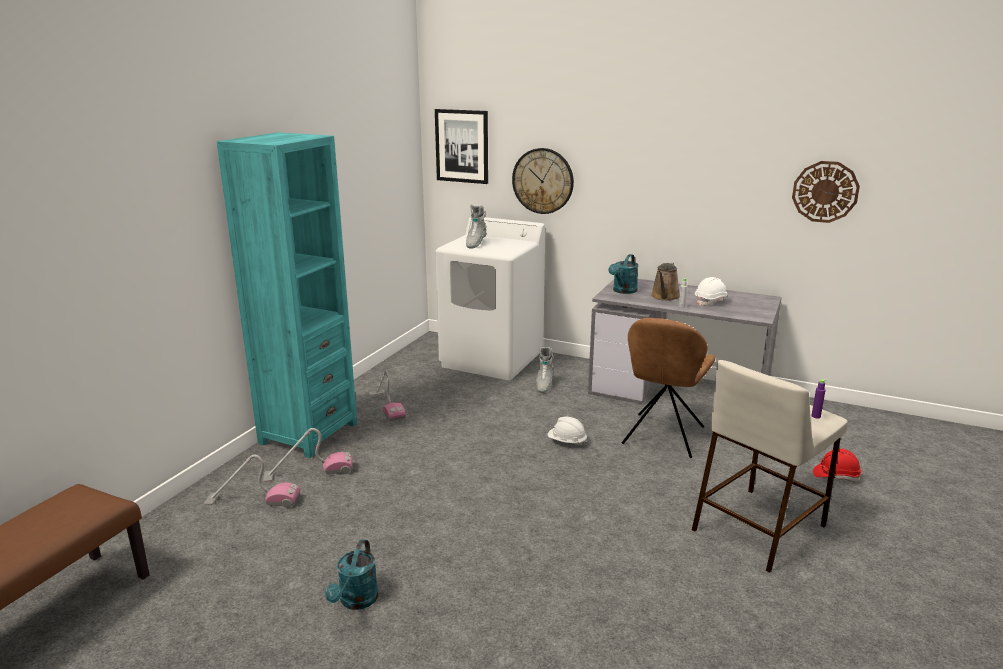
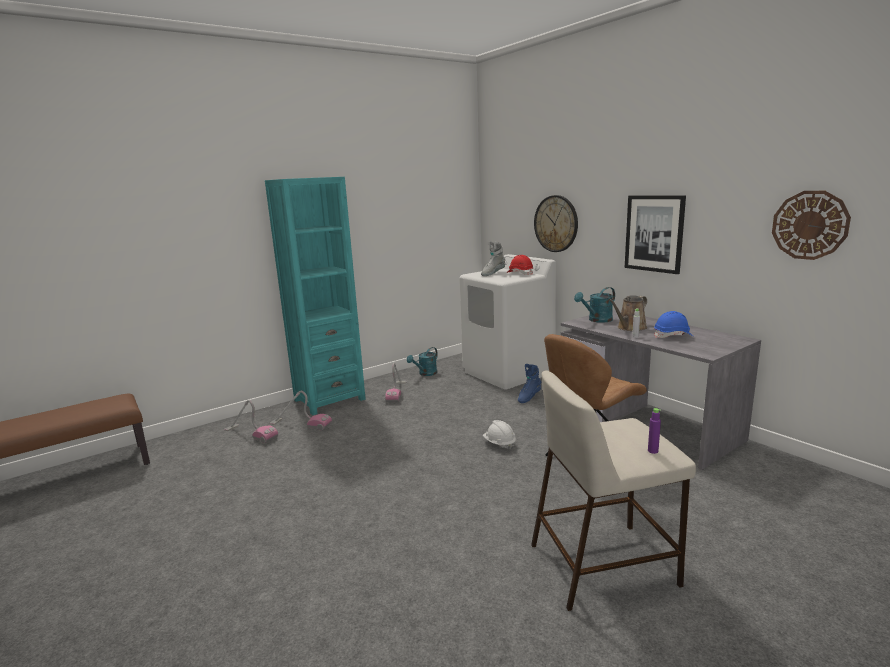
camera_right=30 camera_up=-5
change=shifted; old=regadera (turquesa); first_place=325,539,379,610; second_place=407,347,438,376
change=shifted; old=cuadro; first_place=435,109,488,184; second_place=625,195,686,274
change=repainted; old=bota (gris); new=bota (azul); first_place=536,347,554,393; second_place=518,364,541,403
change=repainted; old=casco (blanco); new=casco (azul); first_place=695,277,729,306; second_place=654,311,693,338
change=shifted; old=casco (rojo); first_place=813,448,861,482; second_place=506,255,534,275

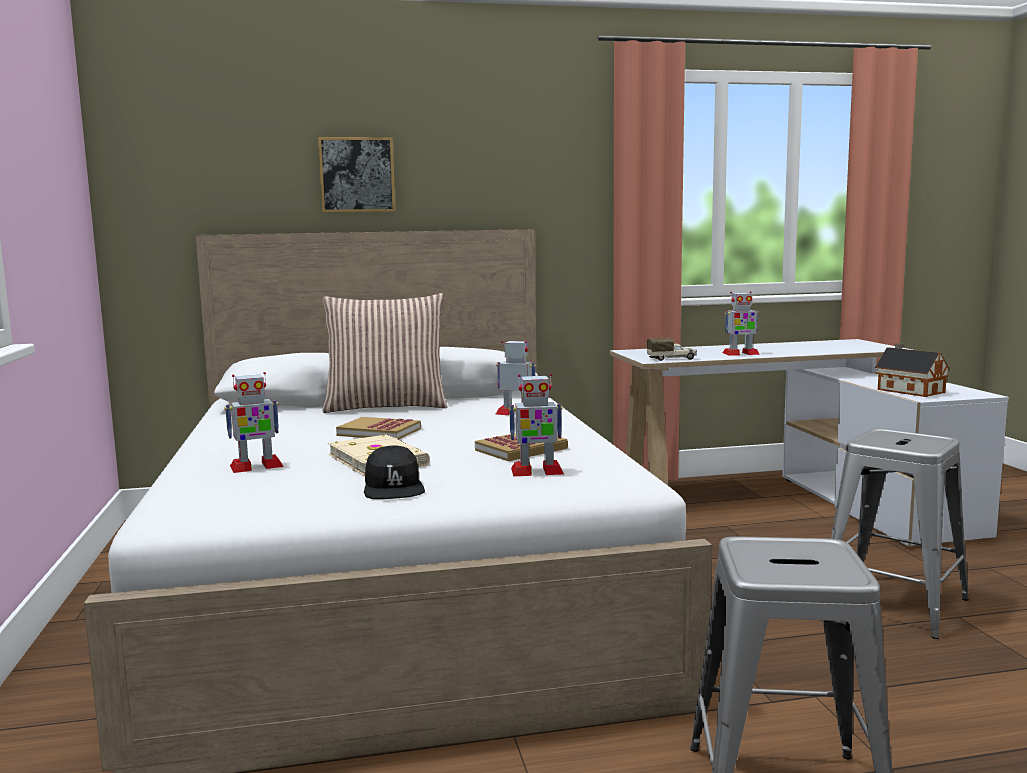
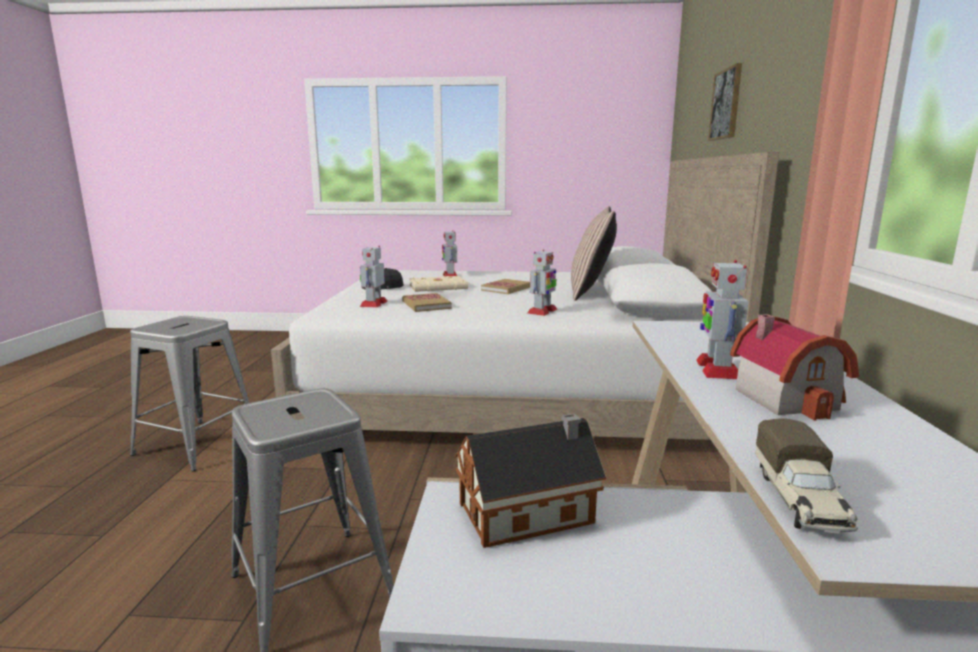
camera_right=105 camera_up=5
change=shifted; old=camión de juguete; first_place=647,338,697,361; second_place=755,418,858,534
change=new; new=casita; second_place=730,314,859,421

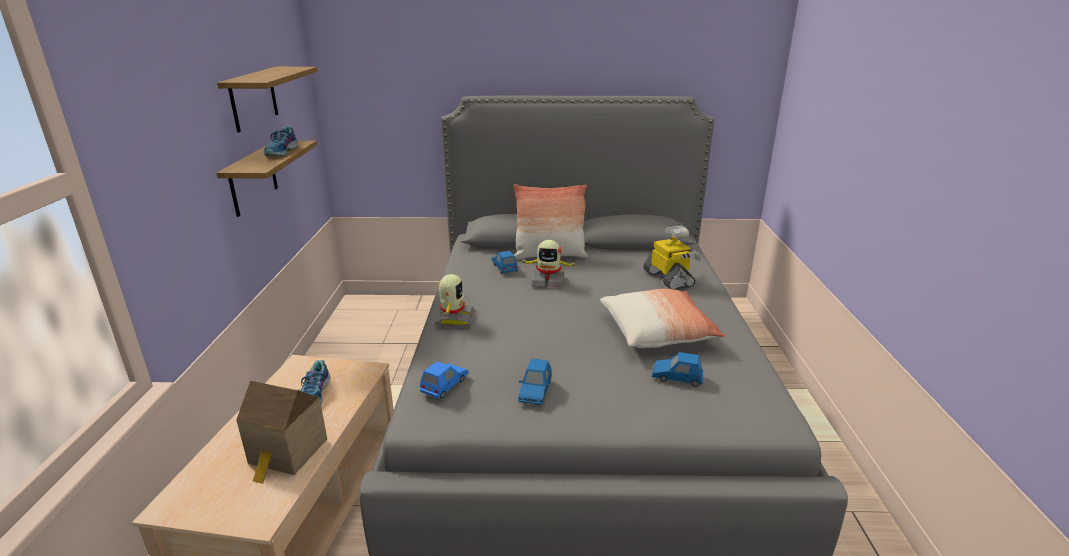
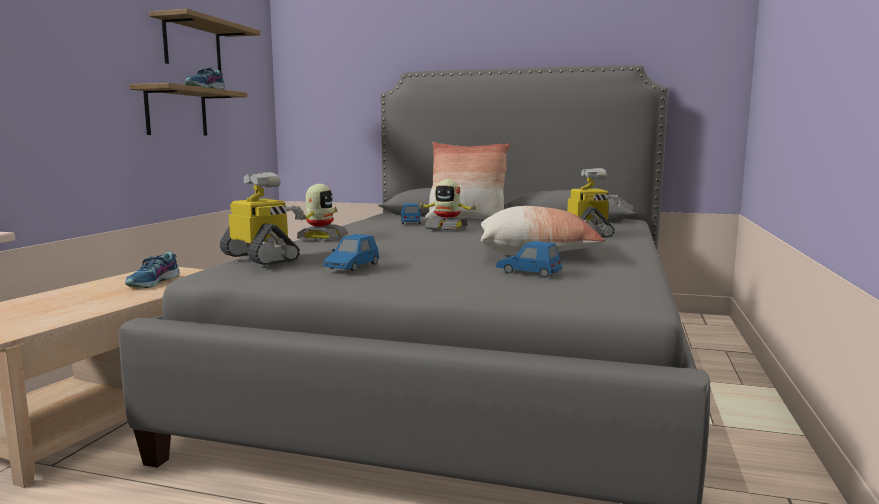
camera_right=15 camera_up=-15
change=gone; old=casita; first_place=236,381,327,484
change=swapped; old=coche de juguete (azul); new=robot de juguete; first_place=420,361,469,399; second_place=220,172,304,265

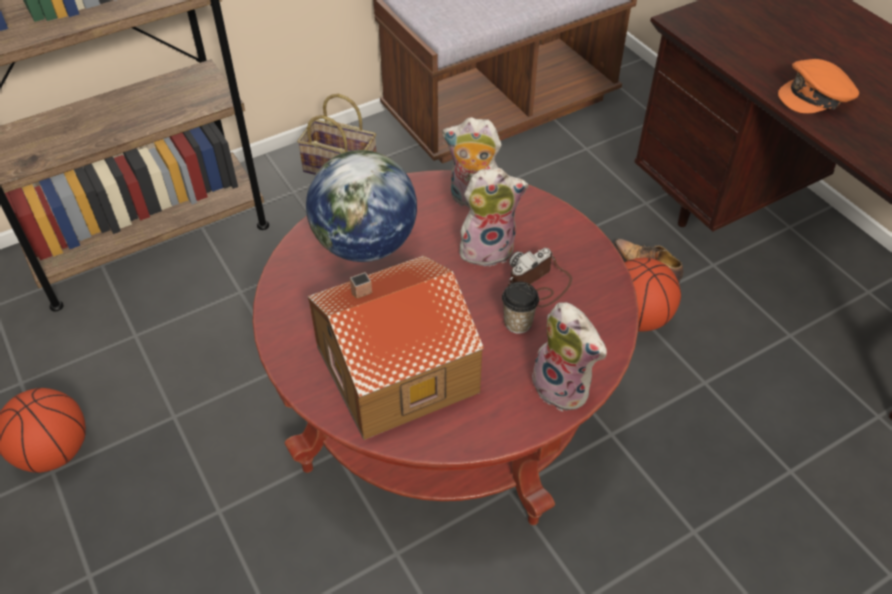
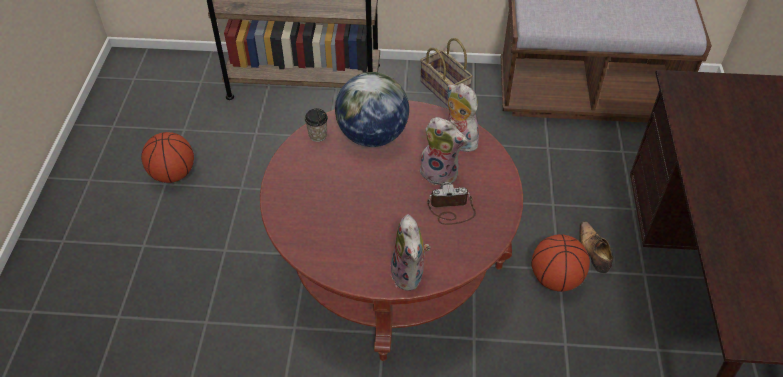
camera_right=35 camera_up=0
change=gone; old=casita; first_place=307,255,484,440
change=shifted; old=taza; first_place=502,282,539,334; second_place=305,108,328,142
change=gone; old=gorra (naranja); first_place=778,59,859,113

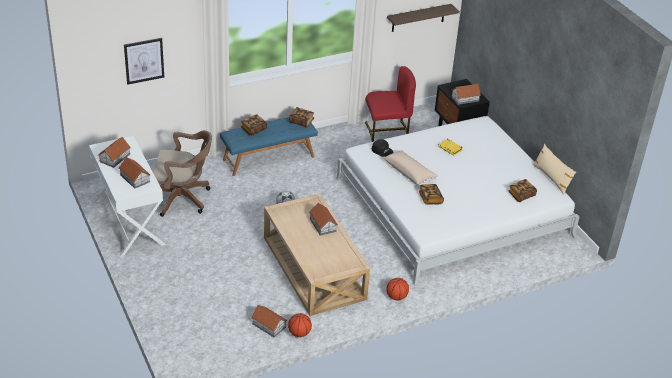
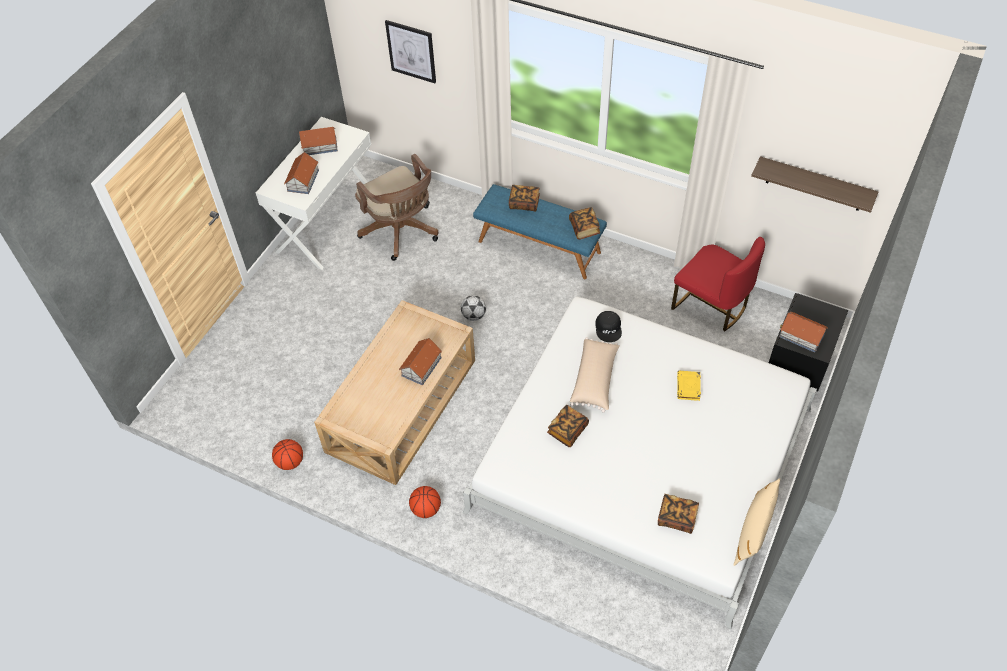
camera_right=55 camera_up=15
change=gone; old=casita; first_place=251,305,287,337

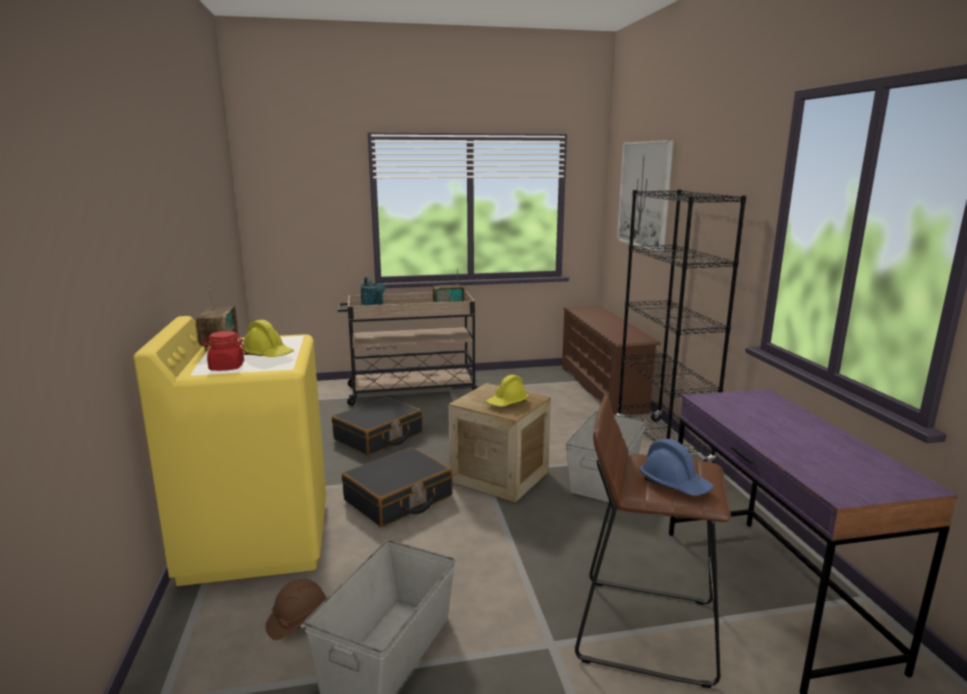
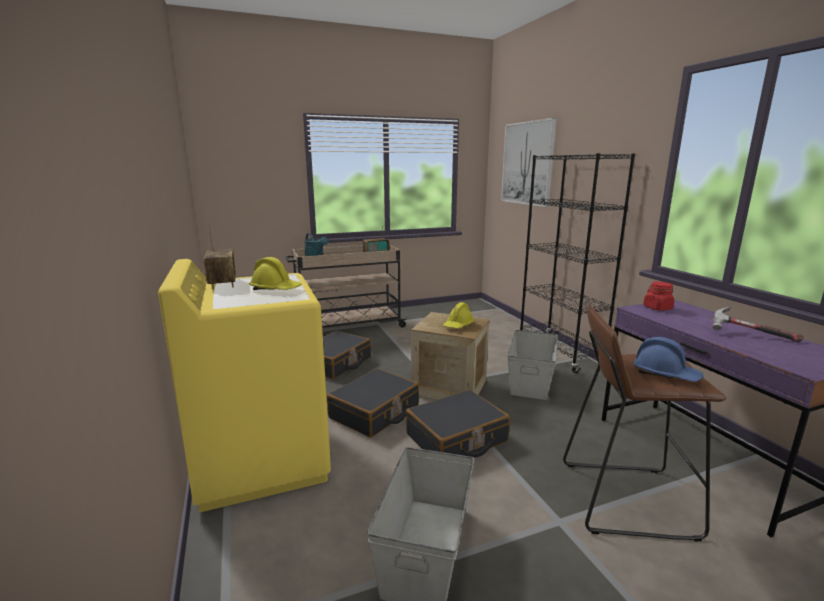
camera_right=-10 camera_up=0
change=shifted; old=tarro (rojo); first_place=202,331,246,371; second_place=643,281,674,311
change=gone; old=casco (marrón); first_place=265,579,327,640
change=gone; old=zapatero (marrón); first_place=562,306,661,415
change=new; new=maleta (negro); second_place=406,390,510,458
change=new; new=martillo; second_place=712,307,804,343

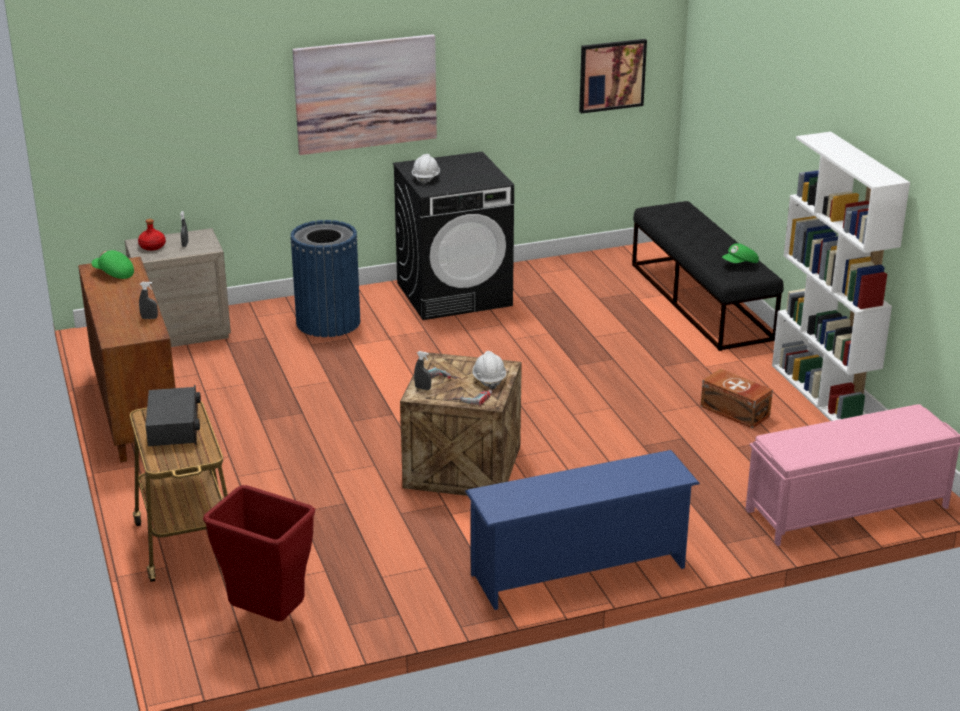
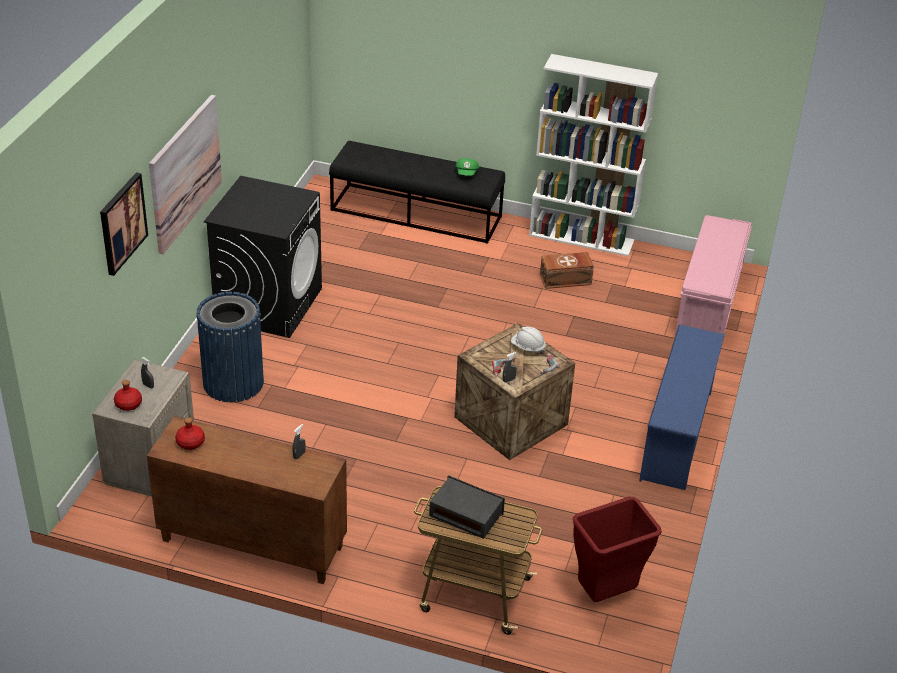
camera_right=-55 camera_up=10
change=swapped; old=gorra (verde); new=botella (rojo); first_place=91,250,134,279; second_place=175,417,205,450
change=gone; old=casco (blanco); first_place=412,154,440,185
change=shifted; old=cuadro; first_place=579,39,647,114; second_place=100,172,148,276

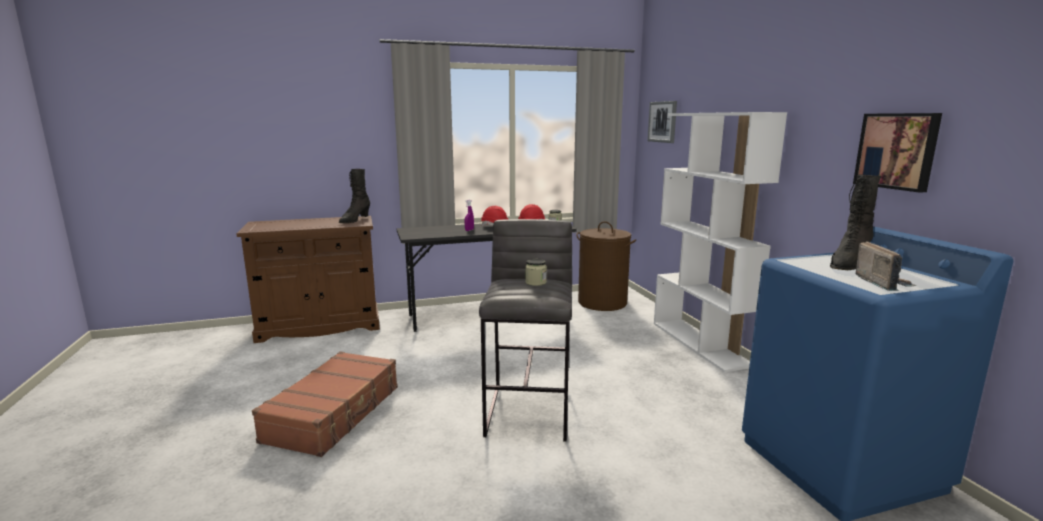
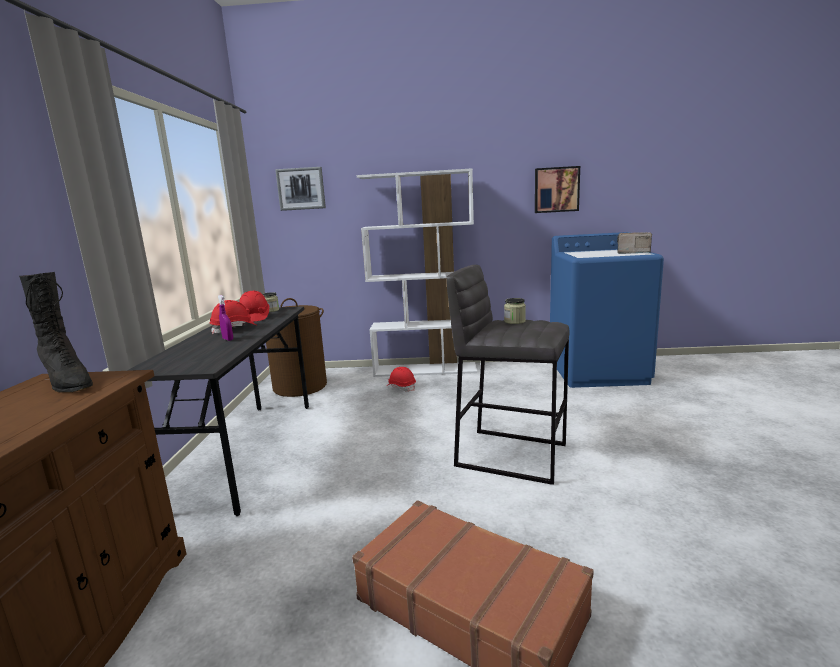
camera_right=-70 camera_up=0
change=gone; old=bota (negro); first_place=830,174,881,270
change=new; new=casco (rojo); second_place=388,367,416,392

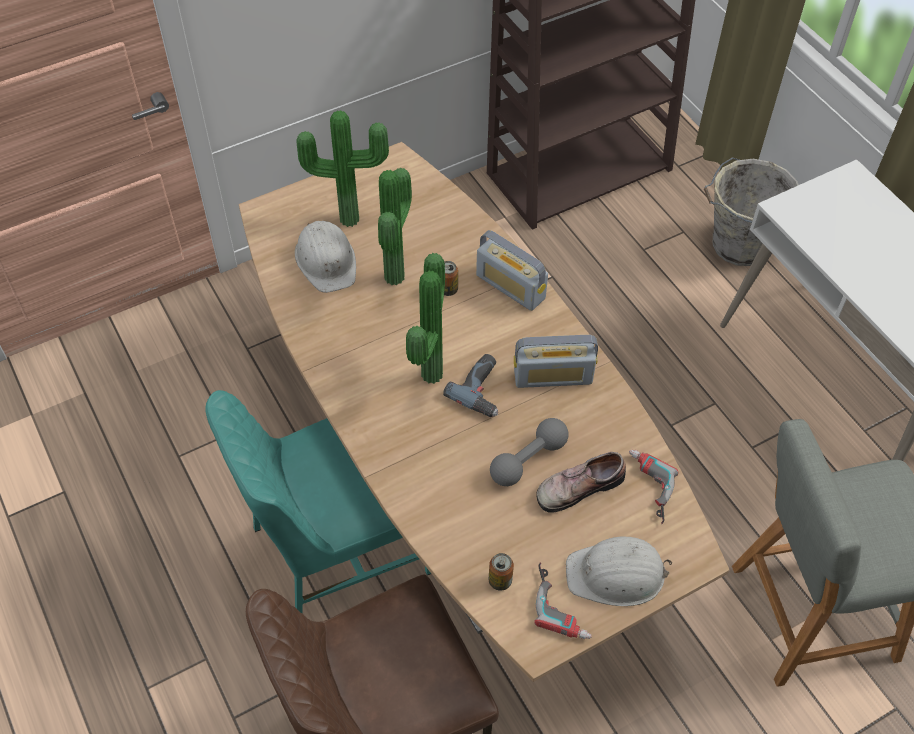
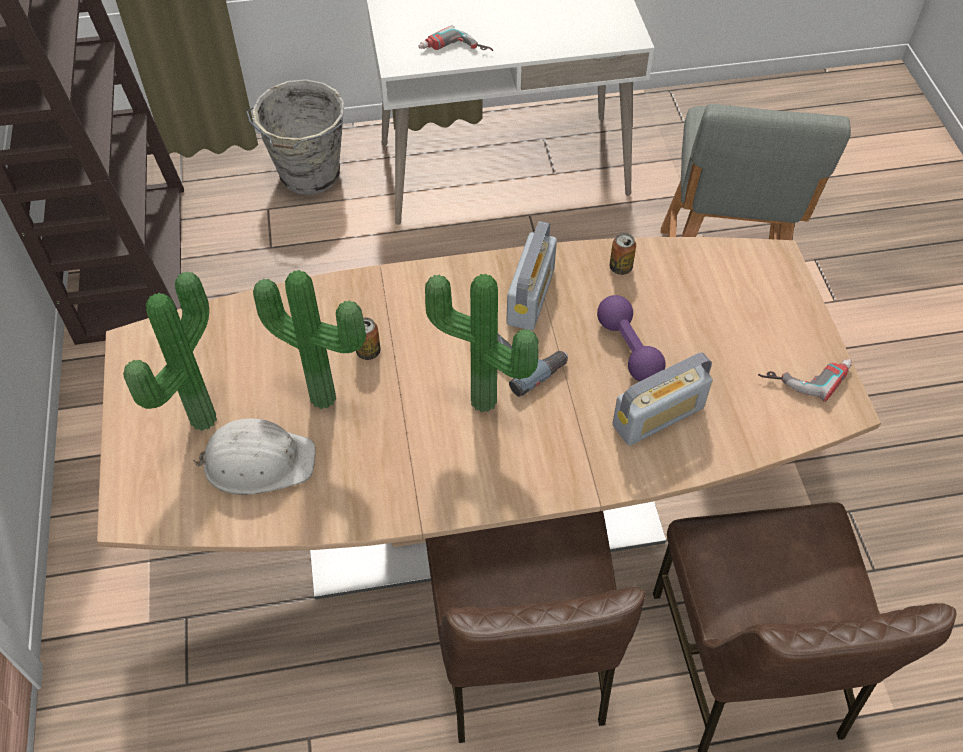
camera_right=-70 camera_up=0
change=repainted; old=silla (turquesa); new=silla (marrón); first_place=205,390,431,614; second_place=426,511,645,743
change=shifted; old=radio; first_place=476,230,548,311; second_place=612,352,713,446
change=shifted; old=lata; first_place=489,553,514,591; second_place=610,233,636,275
change=repainted; old=mancuerna (gris); new=mancuerna (morado); first_place=490,418,569,486; second_place=597,295,665,382
change=gone; old=zapato; first_place=536,452,626,513
change=gone; old=casco (blanco); first_place=566,536,672,606
change=shifted; old=taladro; first_place=629,450,678,524; second_place=419,25,493,51

